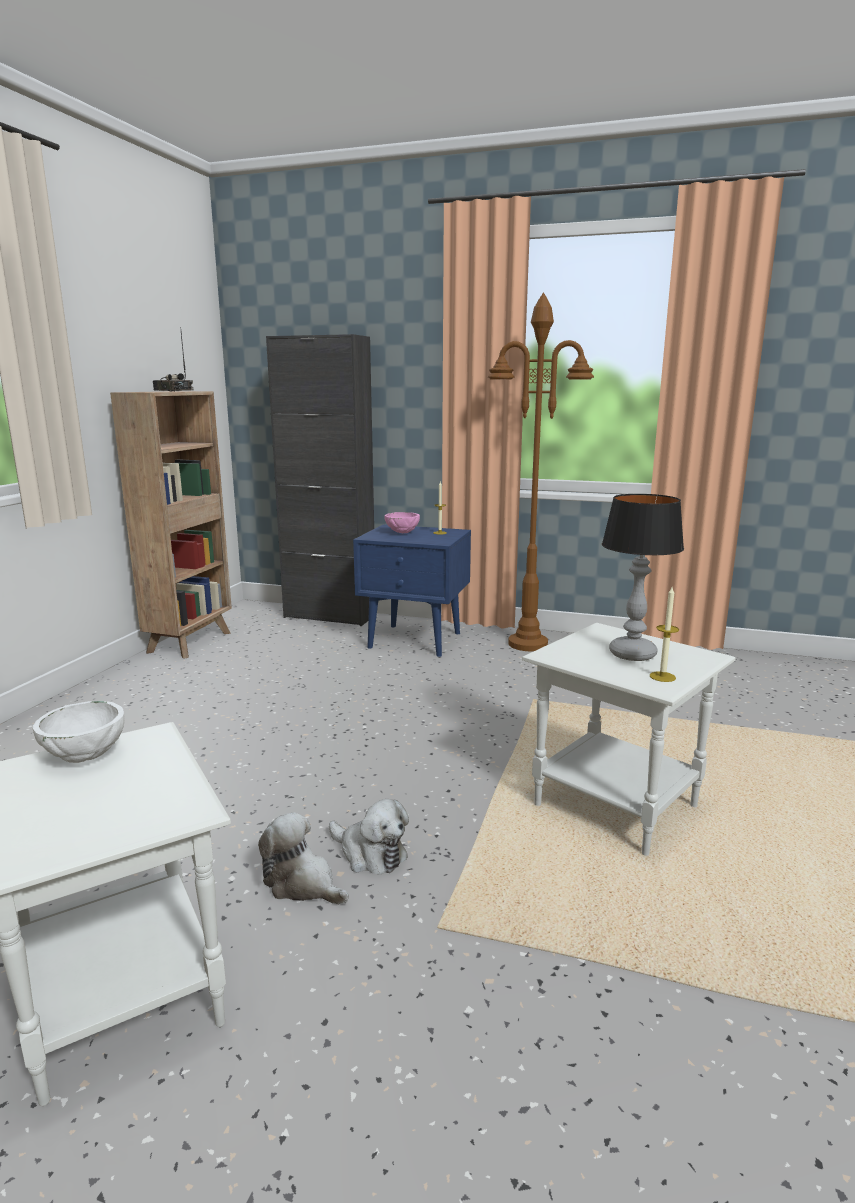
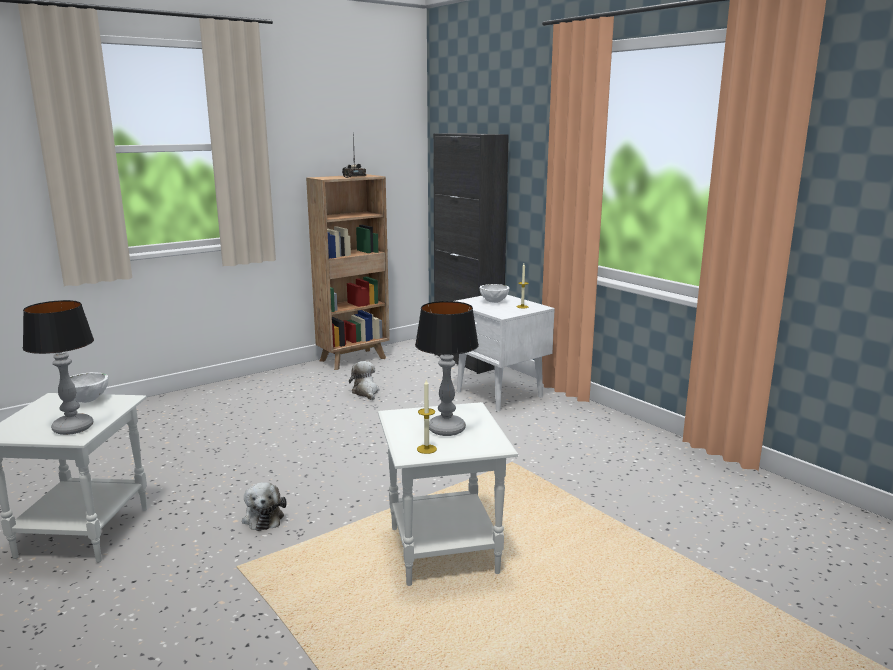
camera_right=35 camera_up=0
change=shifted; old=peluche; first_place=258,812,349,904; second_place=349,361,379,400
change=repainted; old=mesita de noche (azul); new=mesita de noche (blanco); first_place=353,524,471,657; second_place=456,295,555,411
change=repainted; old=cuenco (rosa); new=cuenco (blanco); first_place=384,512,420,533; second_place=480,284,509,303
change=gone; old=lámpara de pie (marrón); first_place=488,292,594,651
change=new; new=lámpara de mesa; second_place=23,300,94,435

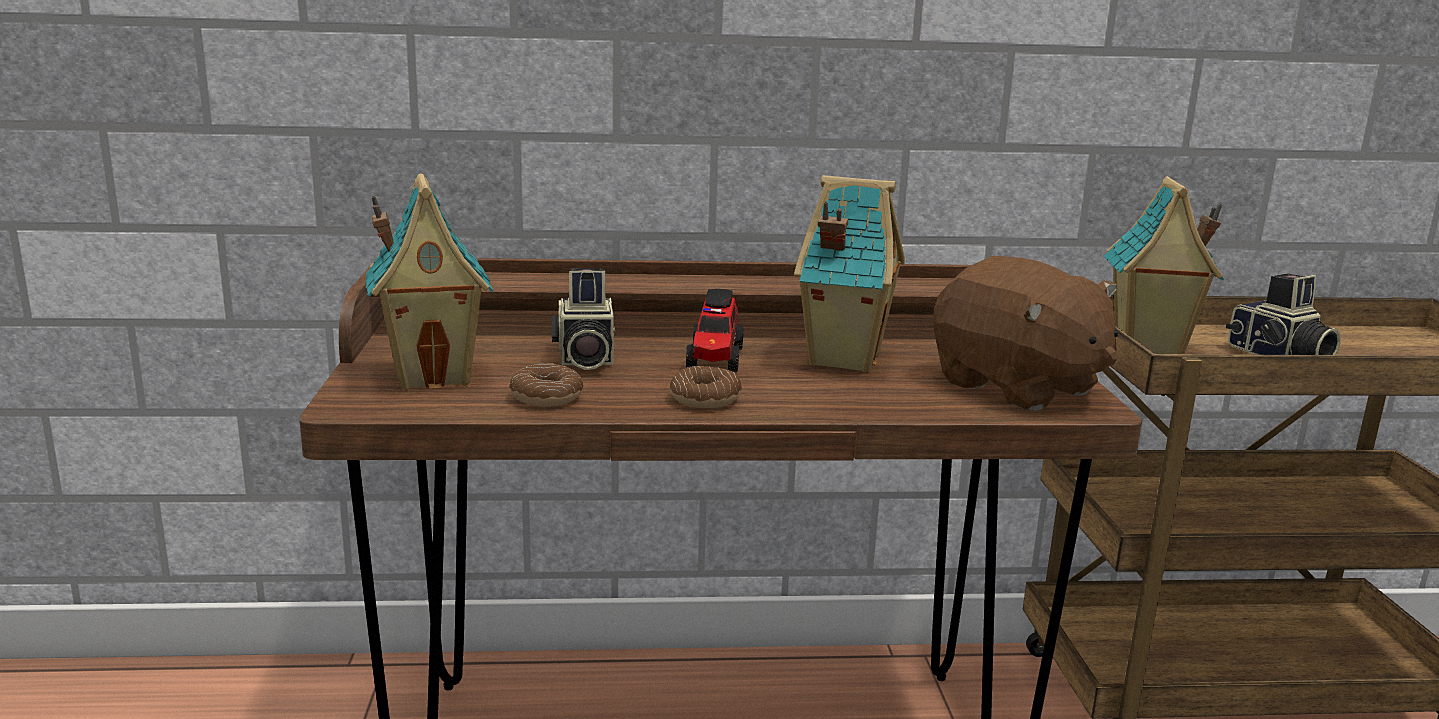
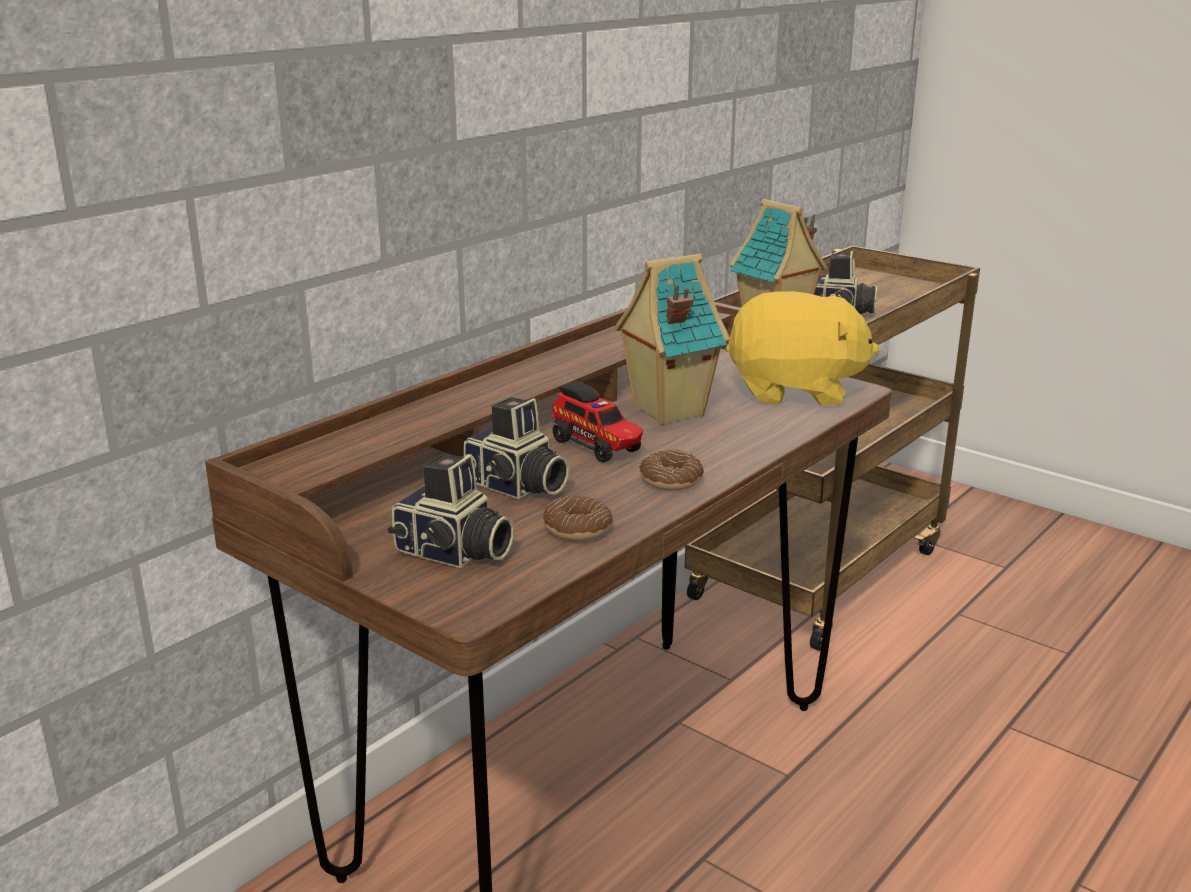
camera_right=-45 camera_up=5
change=swapped; old=casita; new=cámara; first_place=366,173,493,390; second_place=388,454,514,568
change=repainted; old=peluche (marrón); new=peluche (amarillo); first_place=933,256,1118,411; second_place=726,291,880,405

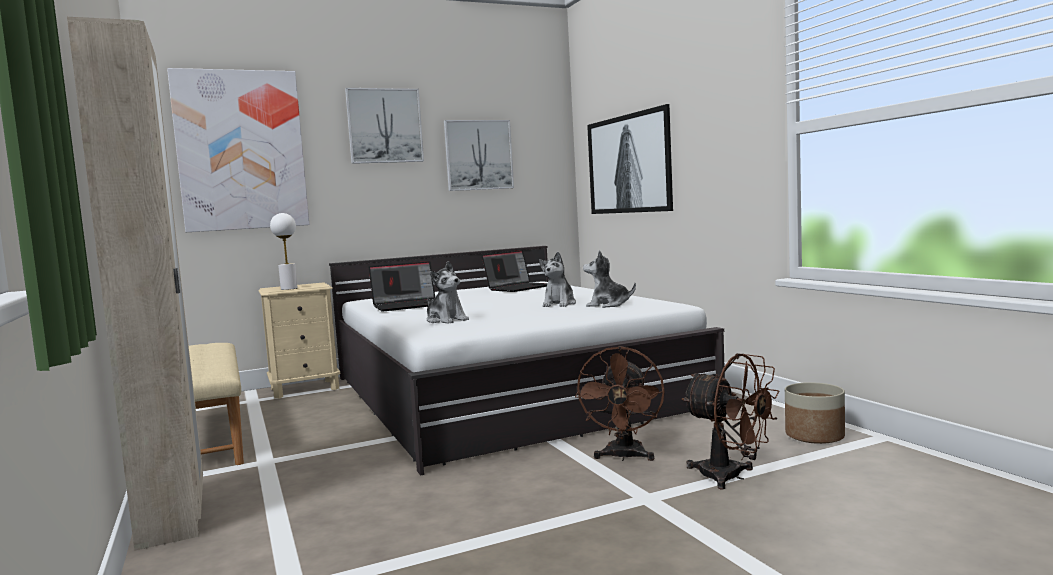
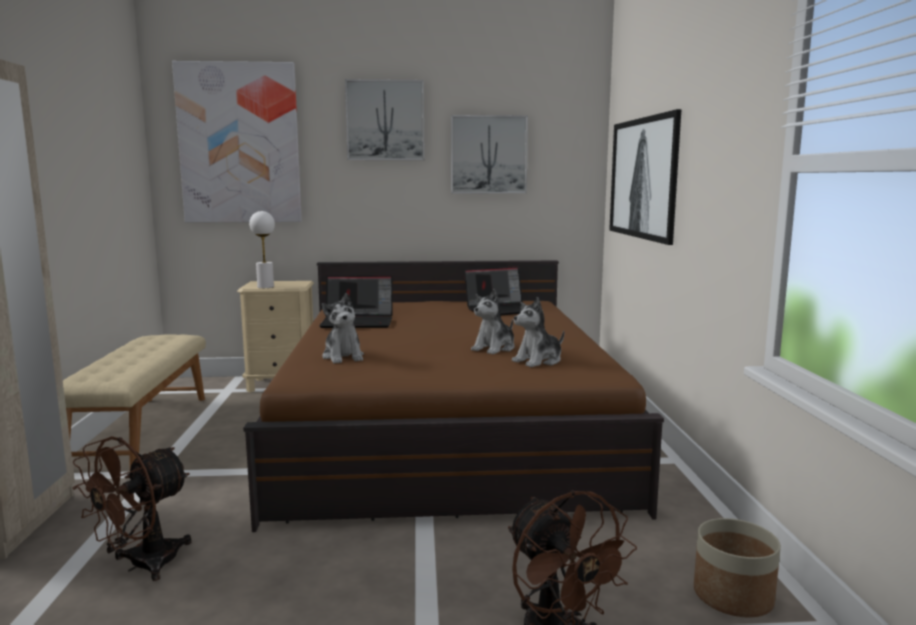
camera_right=20 camera_up=5
change=repainted; old=cama (blanco); new=cama (marrón); first_place=329,246,725,476; second_place=243,260,664,532
change=shifted; old=ventilador (marrón); first_place=575,346,665,461; second_place=72,436,191,581
change=rotated; old=peluche; first_place=583,251,636,308; second_place=512,297,564,367; degrees=-75

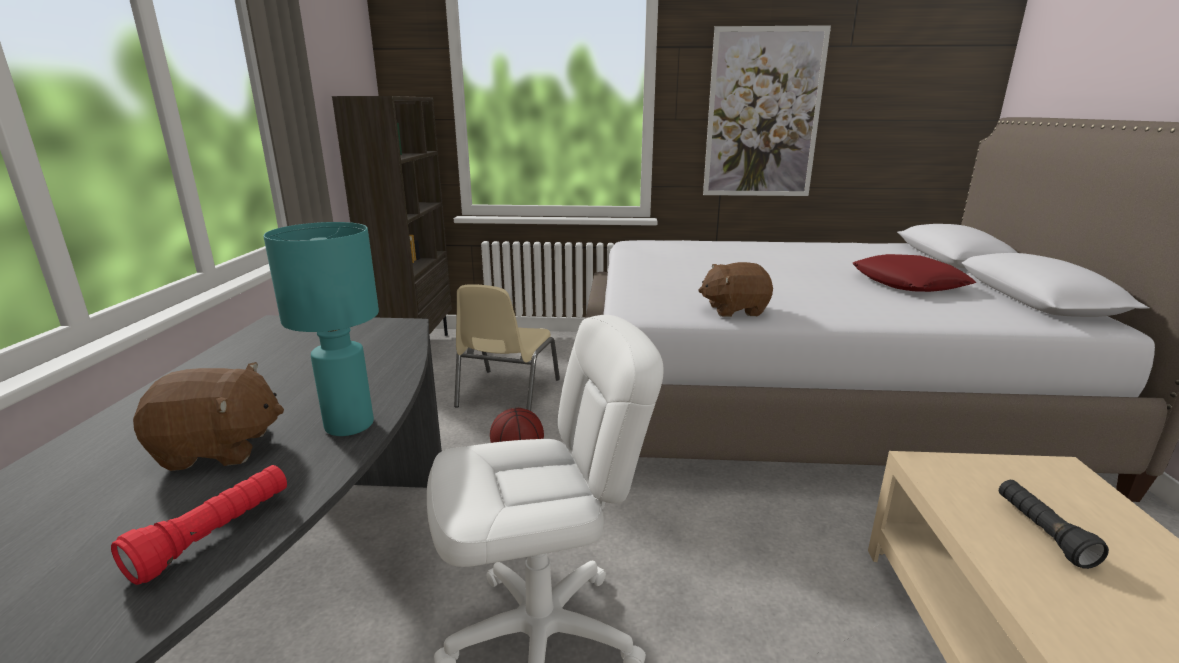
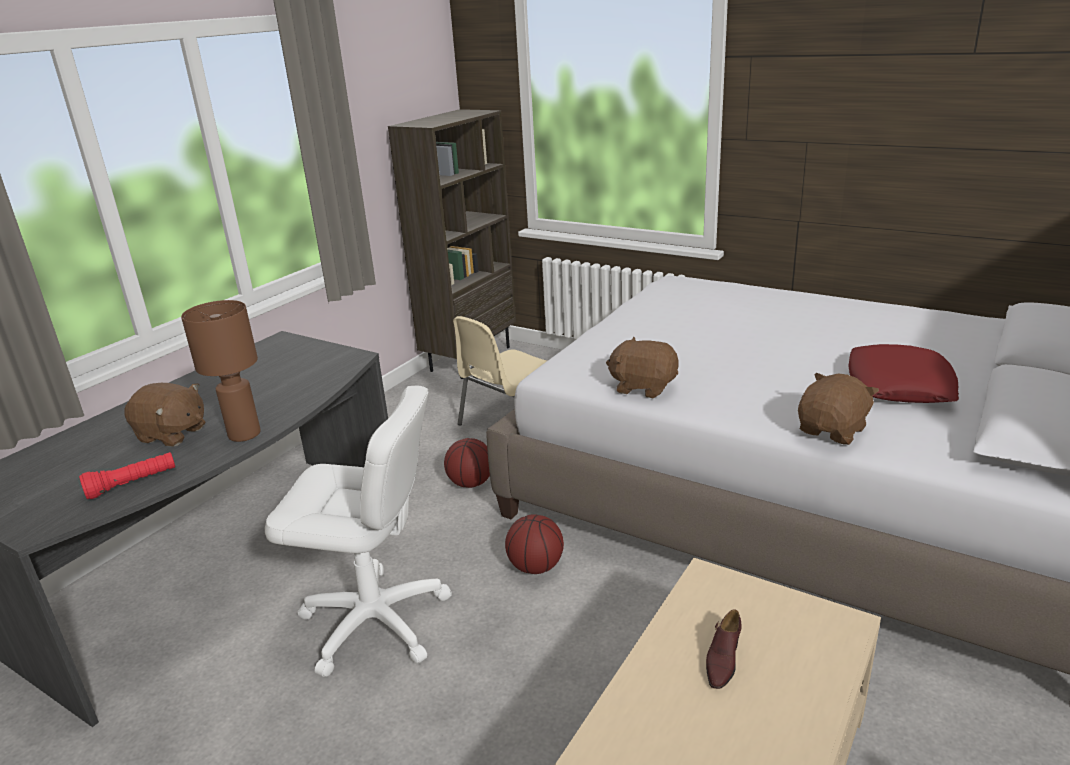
camera_right=30 camera_up=5
change=repainted; old=lámpara de mesa (turquesa); new=lámpara de mesa (marrón); first_place=264,222,379,436; second_place=181,300,261,442
change=gone; old=cuadro; first_place=703,25,831,196
change=swapped; old=linterna (negro); new=zapato (marrón); first_place=999,480,1109,569; second_place=706,609,742,689
change=new; new=balón de baloncesto; second_place=505,514,564,574
change=new; new=peluche (marrón); second_place=798,373,879,445

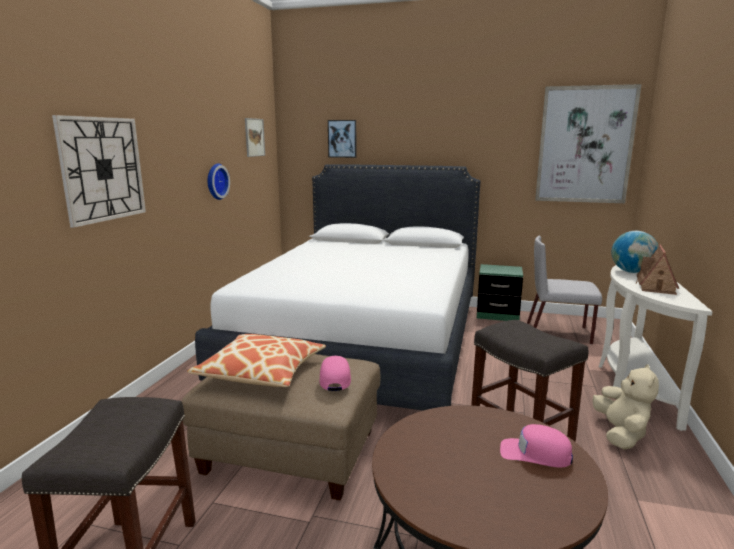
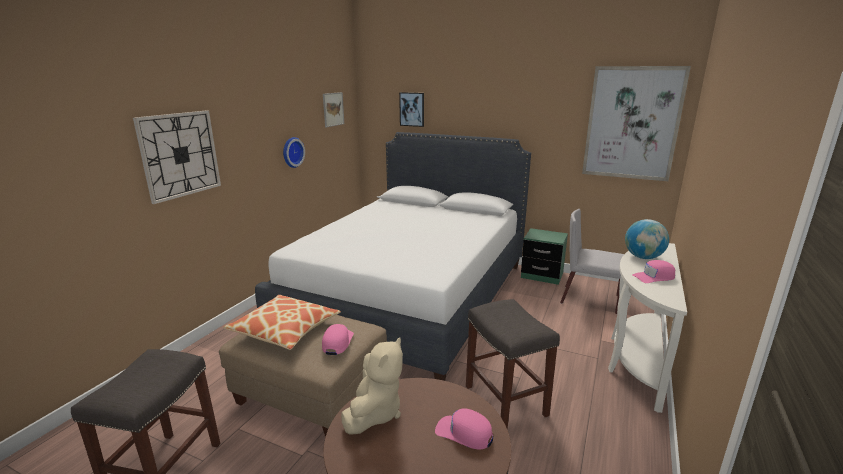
camera_right=10 camera_up=5
change=shifted; old=peluche (beis); first_place=592,364,659,450; second_place=341,337,403,435
change=swapped; old=casita; new=gorra (rosa); first_place=636,244,679,295; second_place=633,260,675,283

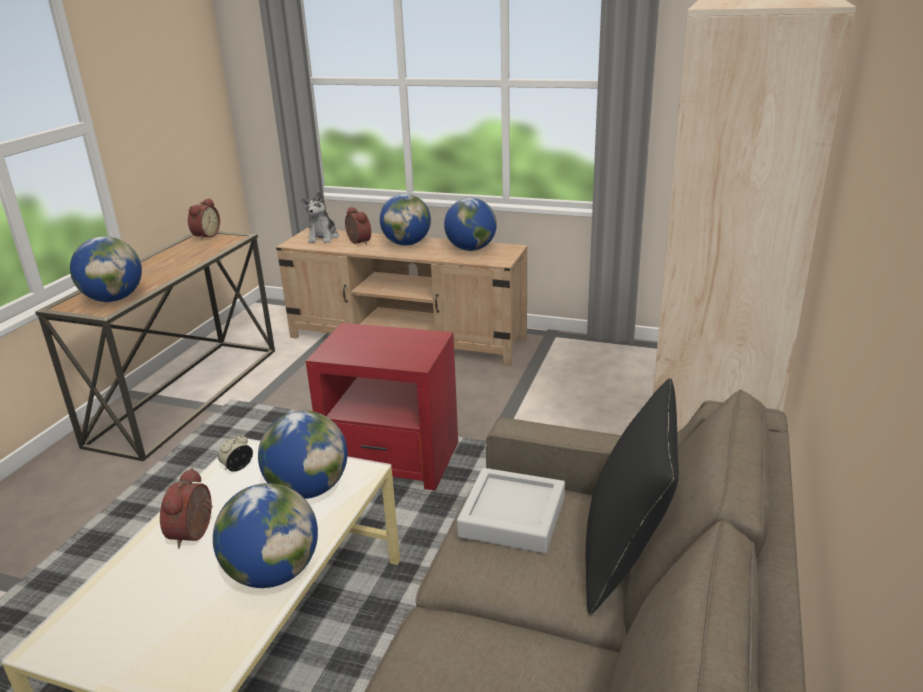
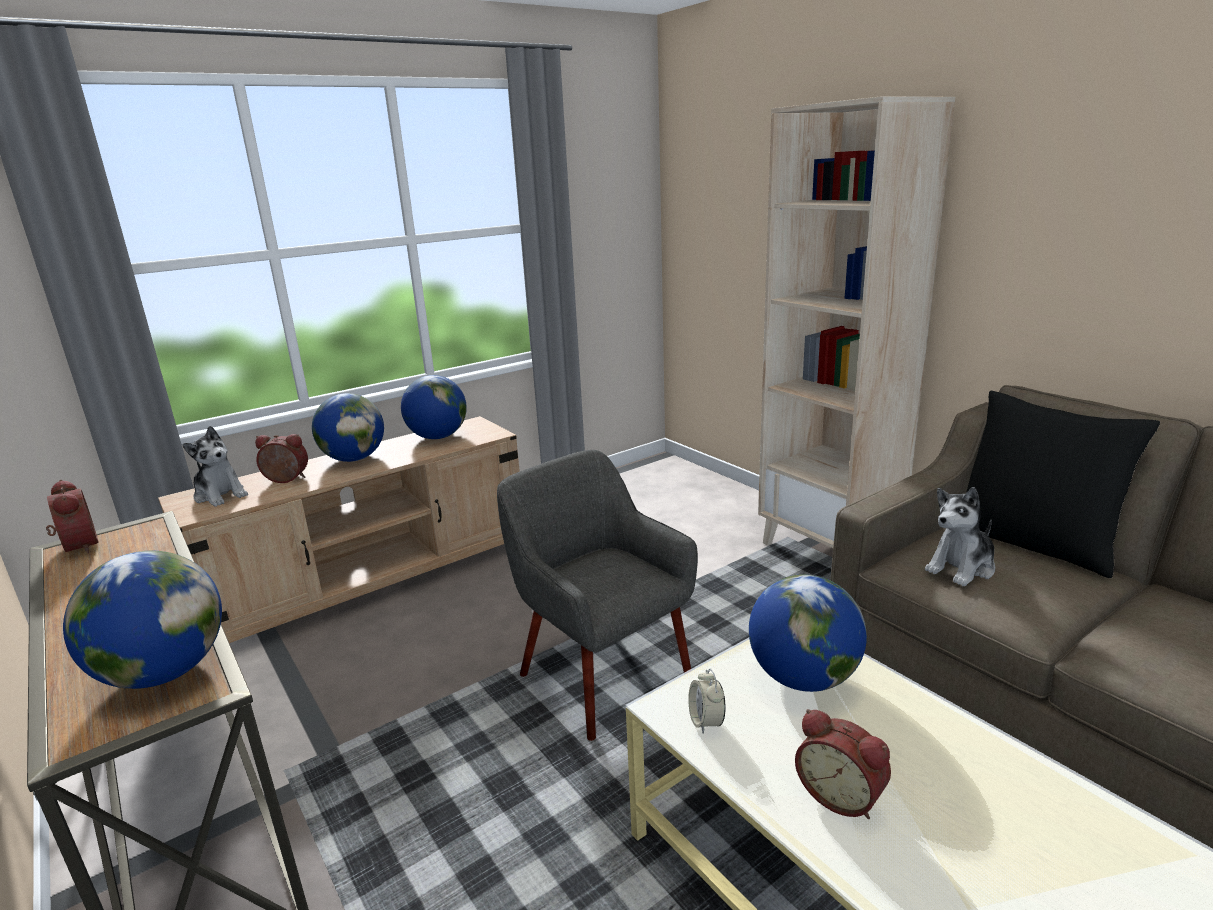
camera_right=-55 camera_up=-5
change=gone; old=globo terráqueo; first_place=213,483,318,588
change=swapped; old=mesa auxiliar (rojo); new=sillón (gris); first_place=306,323,458,491; second_place=497,450,698,741
change=swapped; old=bandeja (gris); new=peluche; first_place=457,468,565,554; second_place=925,487,995,586

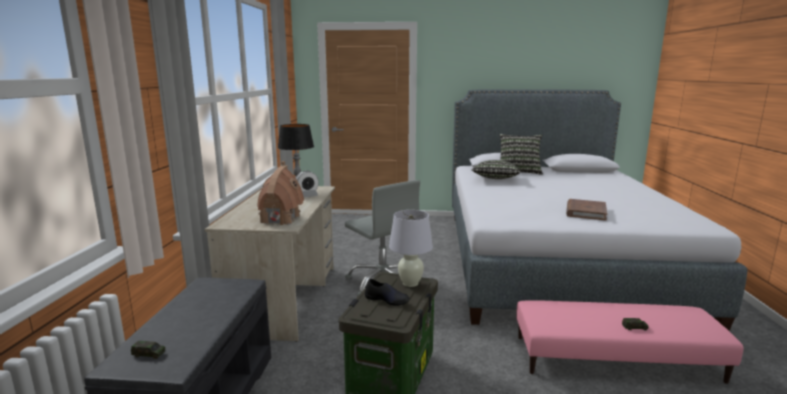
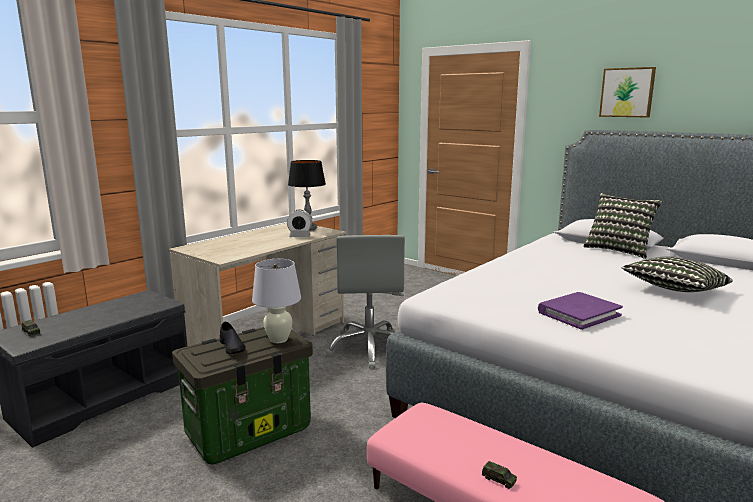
camera_right=35 camera_up=0
change=gone; old=casita; first_place=257,161,304,225
change=shifted; old=cojín; first_place=472,160,521,179; second_place=622,256,733,292
change=repainted; old=libro (marrón); new=libro (morado); first_place=566,199,608,221; second_place=538,292,623,330
change=new; new=cuadro; second_place=599,67,656,118

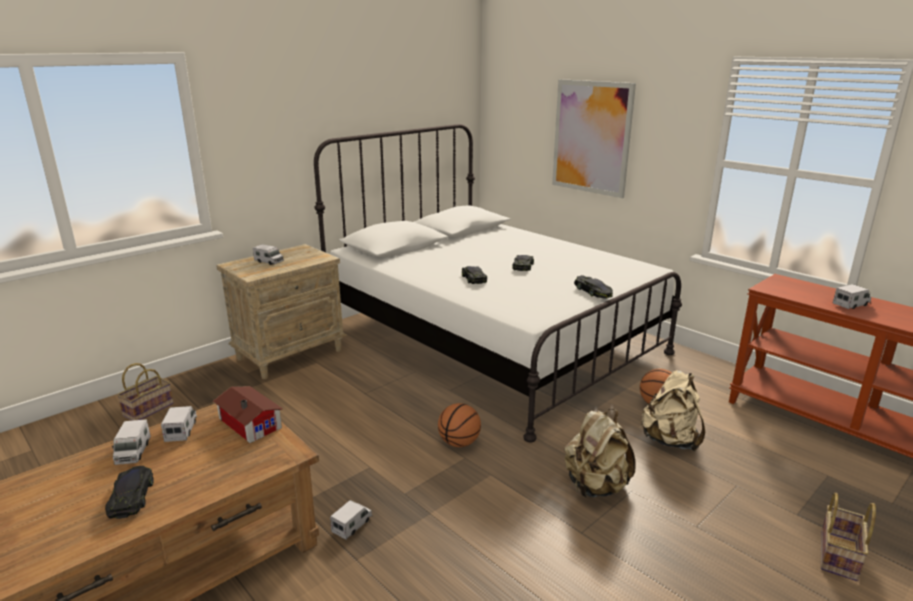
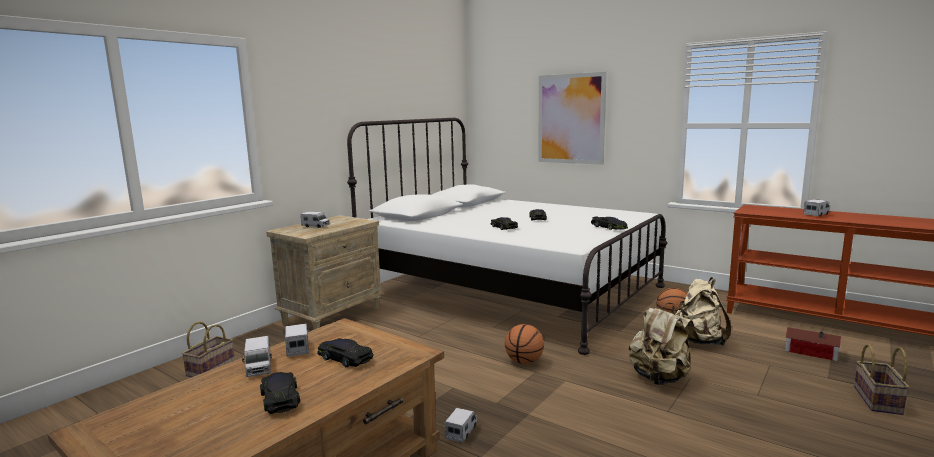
camera_right=-10 camera_up=-10
change=shifted; old=casita; first_place=213,386,283,443; second_place=785,327,841,361
change=new; new=coche de juguete (negro); second_place=317,338,373,367

